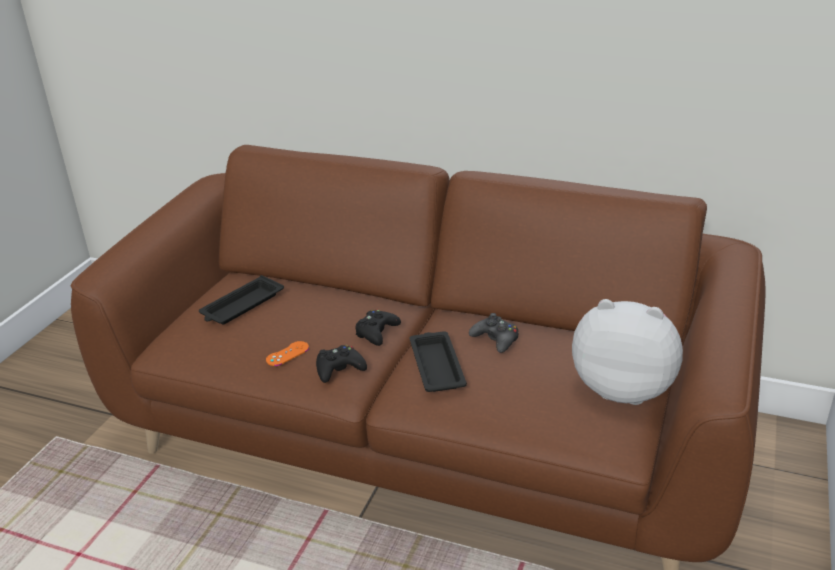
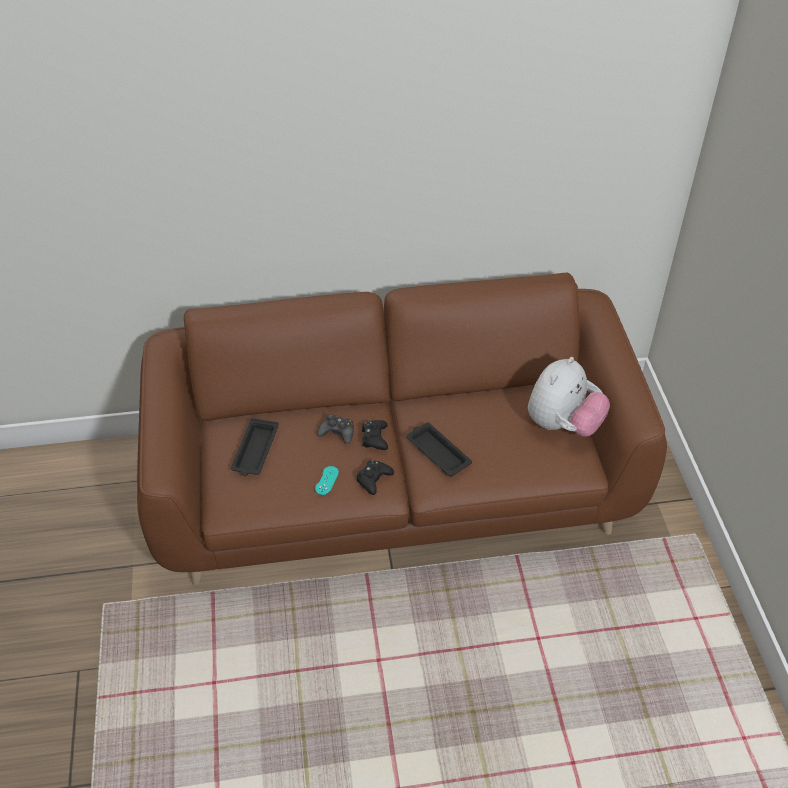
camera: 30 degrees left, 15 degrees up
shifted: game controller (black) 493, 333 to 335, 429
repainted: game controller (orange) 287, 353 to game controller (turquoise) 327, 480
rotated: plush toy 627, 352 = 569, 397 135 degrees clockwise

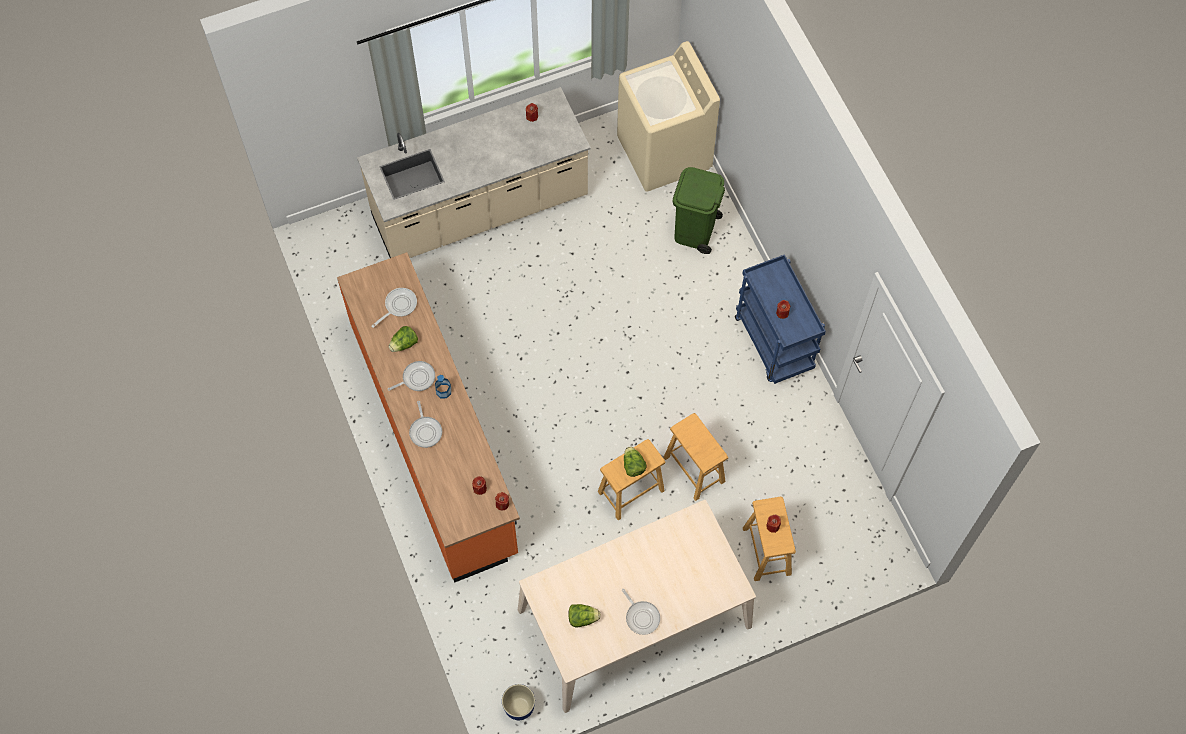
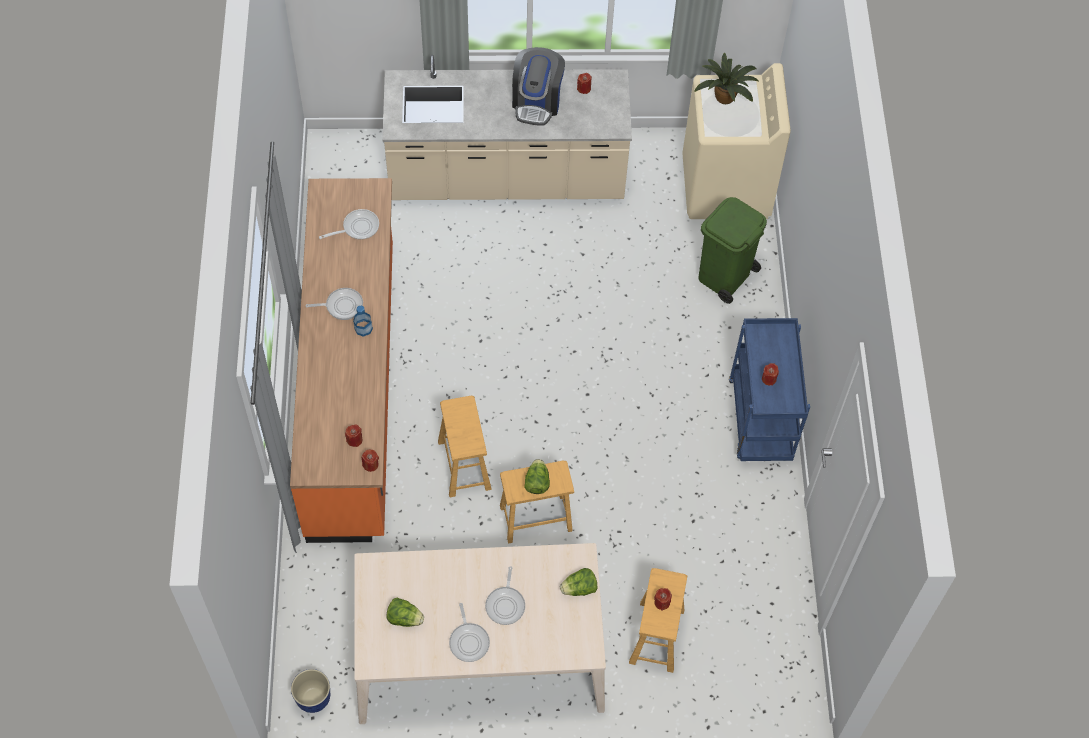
camera: 20 degrees right, 5 degrees down
new: coffee machine 538, 86; potted plant 726, 78
shifted: lettuce 403, 339 to 578, 582; frying pan 425, 424 to 505, 595; stool (brown) 695, 457 to 465, 446

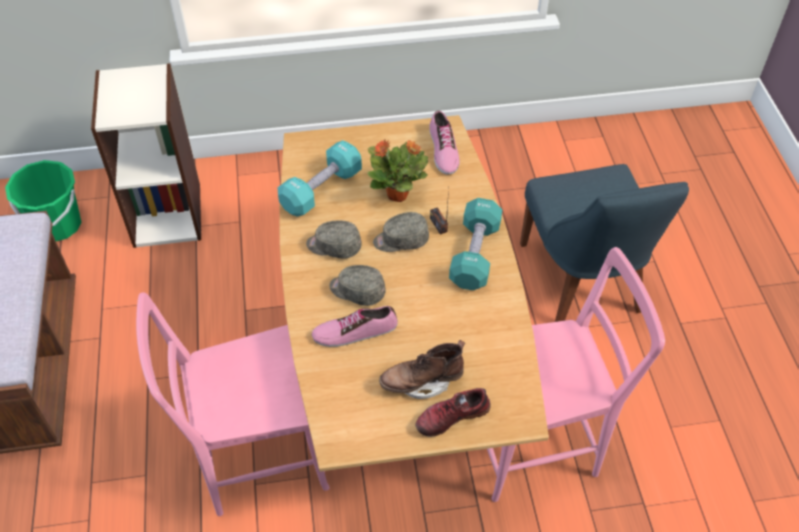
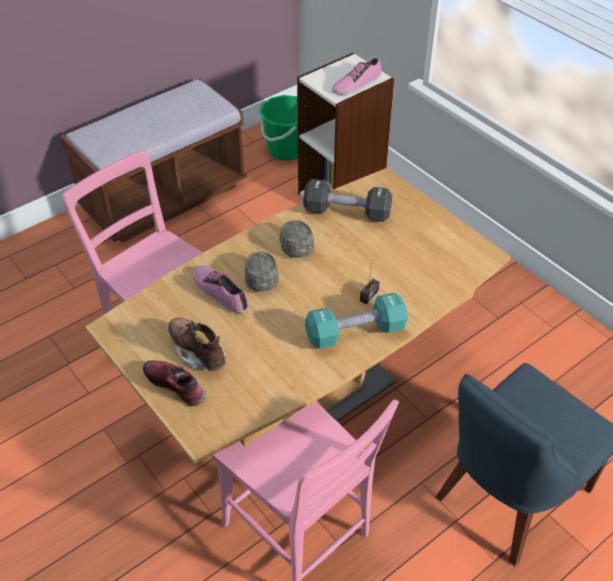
camera: 60 degrees right, 5 degrees down
gone: potted plant 397, 170; cap (grey) 401, 232
shifted: shoe 444, 143 to 357, 76
repainted: dumbbell (turquoise) 320, 178 to dumbbell (black) 347, 200

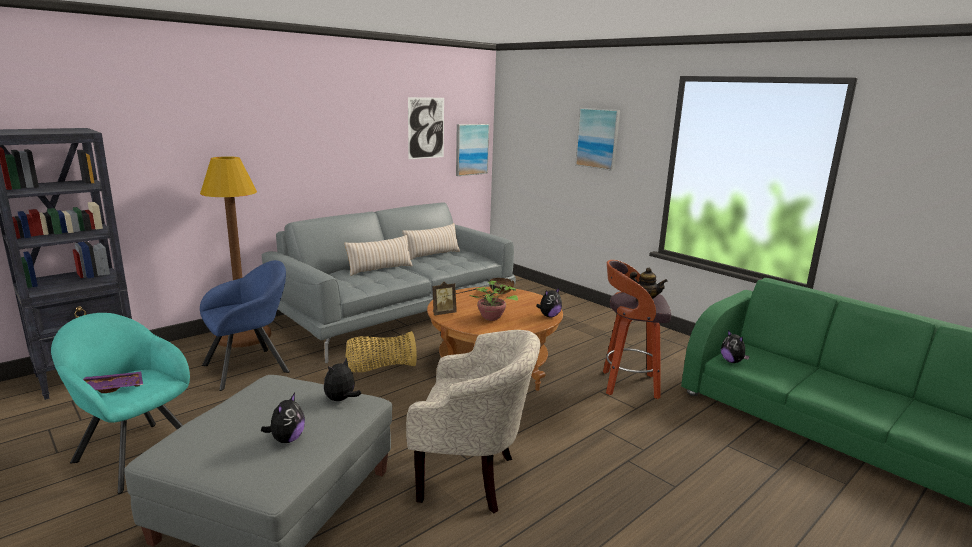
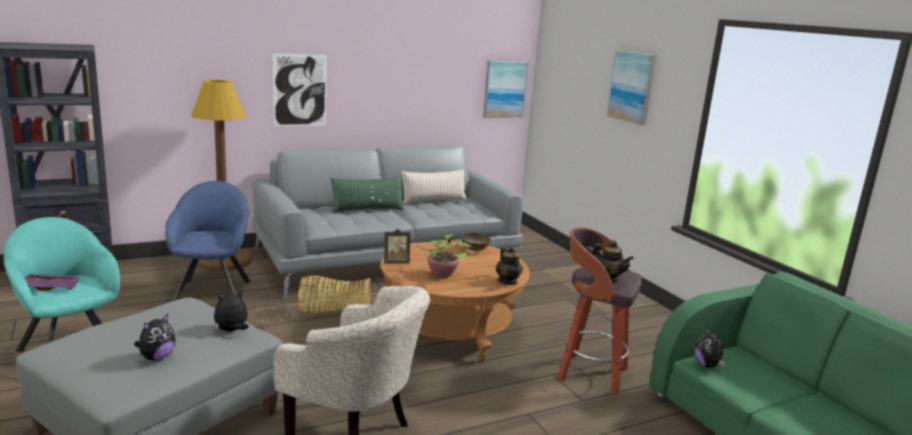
camera: 15 degrees right, 0 degrees up
shifted: picture 426, 128 to 300, 90
swapped: plush toy 549, 302 to teapot 509, 265
repainted: pillow (beige) 378, 255 to pillow (green) 367, 194
rotated: armchair (blue) 245, 325 = 208, 241 75 degrees counterclockwise

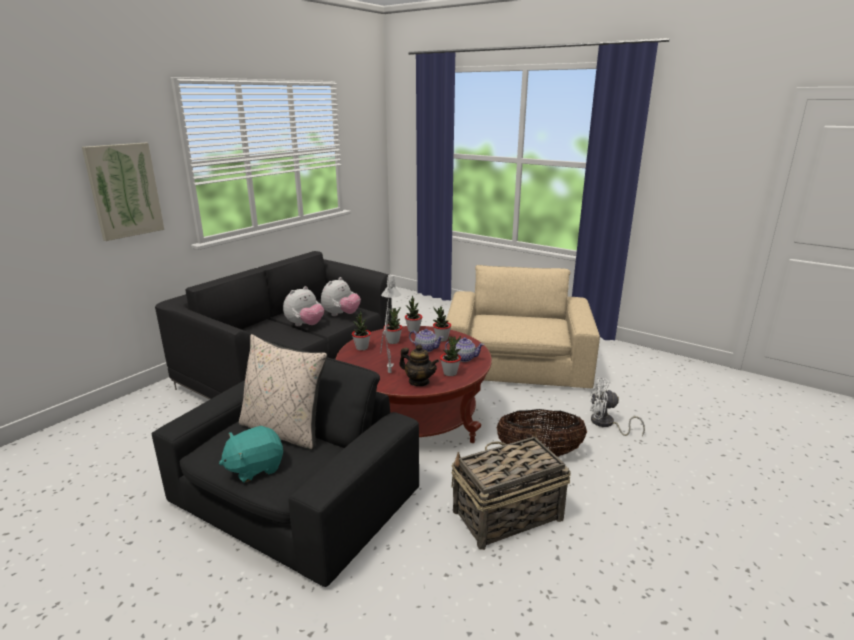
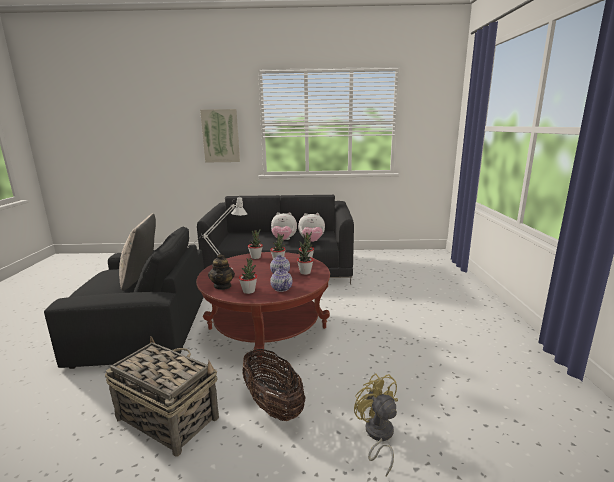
camera: 55 degrees right, 5 degrees down
gone: plush toy (turquoise) 251, 454; armchair (beige) 523, 326
repainted: fan (white) 617, 406 to fan (yellow) 376, 425

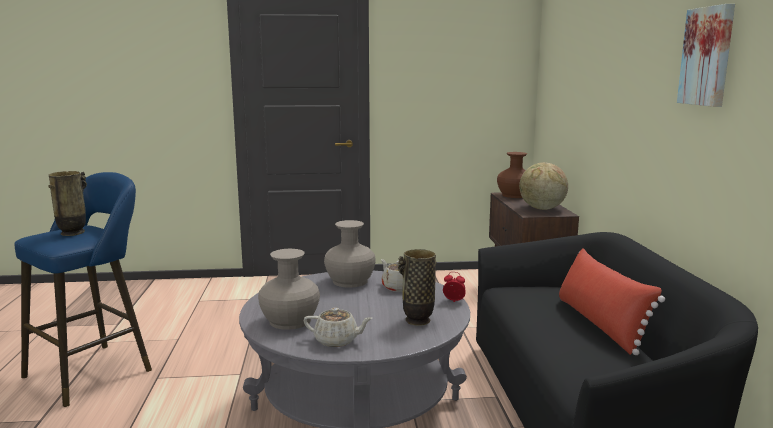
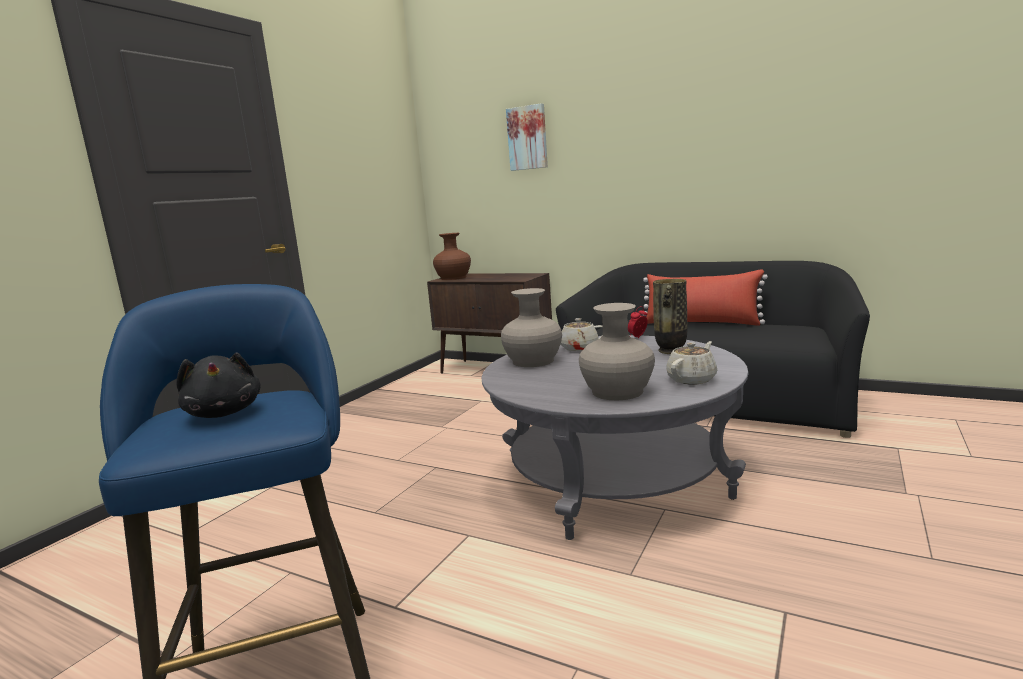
camera: 55 degrees left, 0 degrees up
gone: globe 543, 186
shifted: picture 706, 55 to 527, 137
swapped: vase 67, 203 to plush toy (black) 218, 385

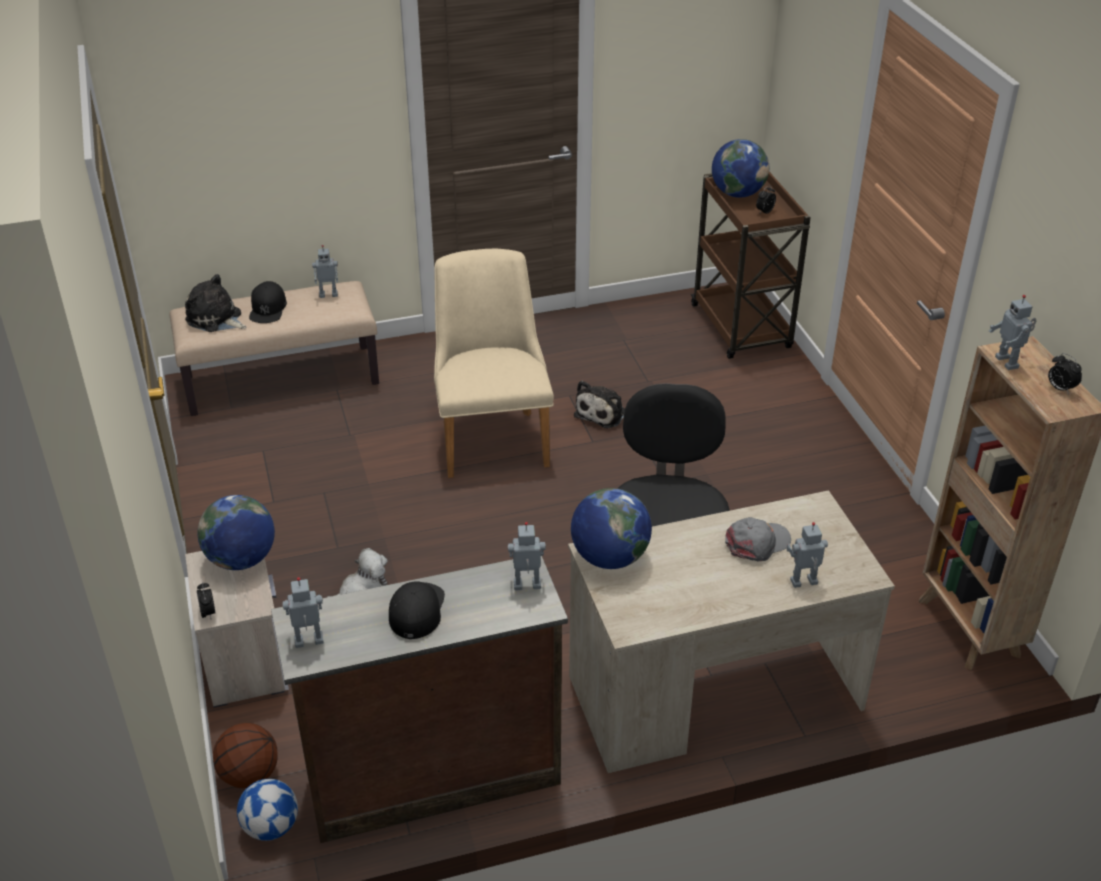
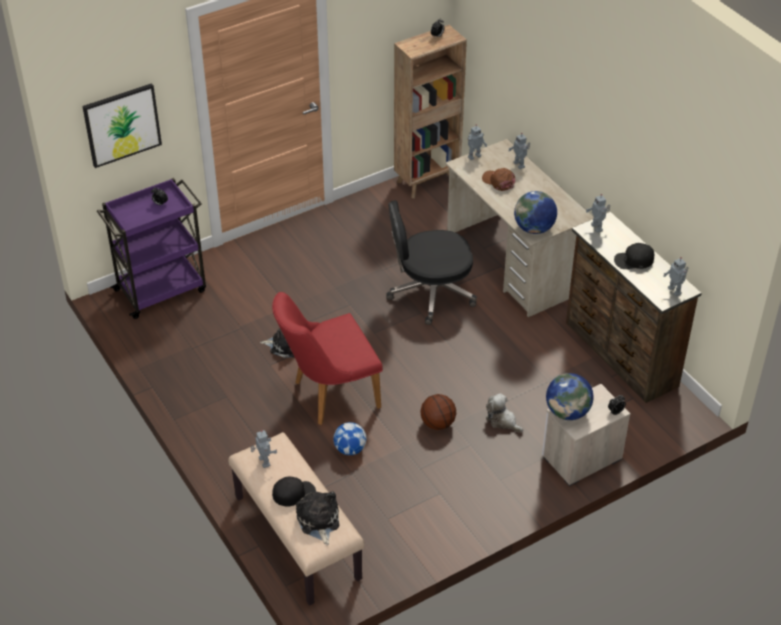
camera: 105 degrees left, 5 degrees up
gone: globe 740, 168
new: picture 122, 125
shifted: basketball 245, 755 to 438, 412; football 267, 810 to 350, 438; toy robot 1012, 332 to 477, 142
repainted: chair (beige) 494, 363 to chair (red) 327, 358; cart (brown) 751, 265 to cart (purple) 151, 248; cap (grey) 758, 539 to cap (brown) 498, 179
rotated: plush toy 215, 303 = 317, 518 150 degrees clockwise

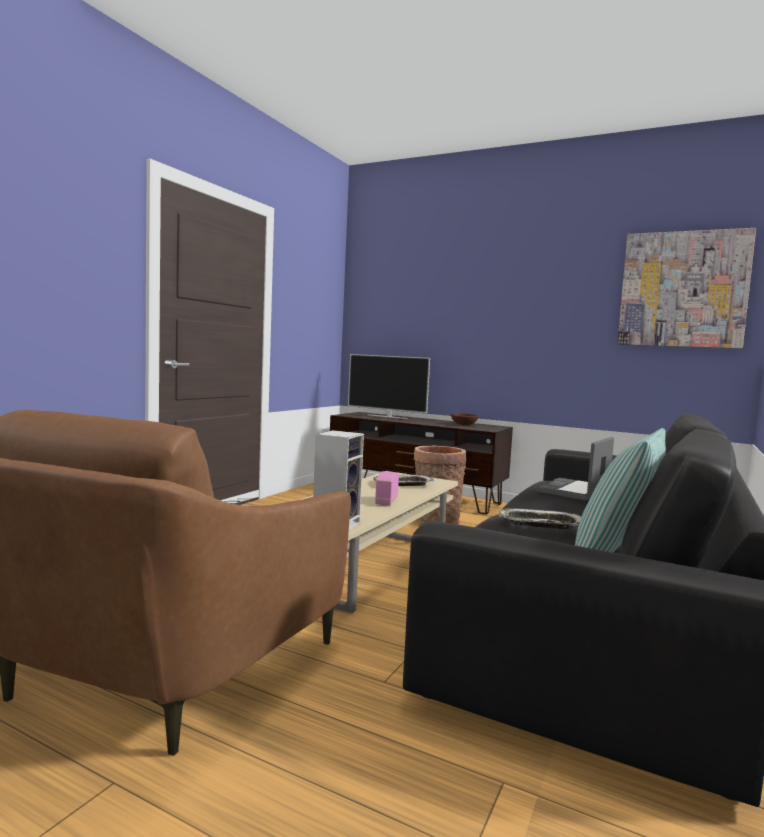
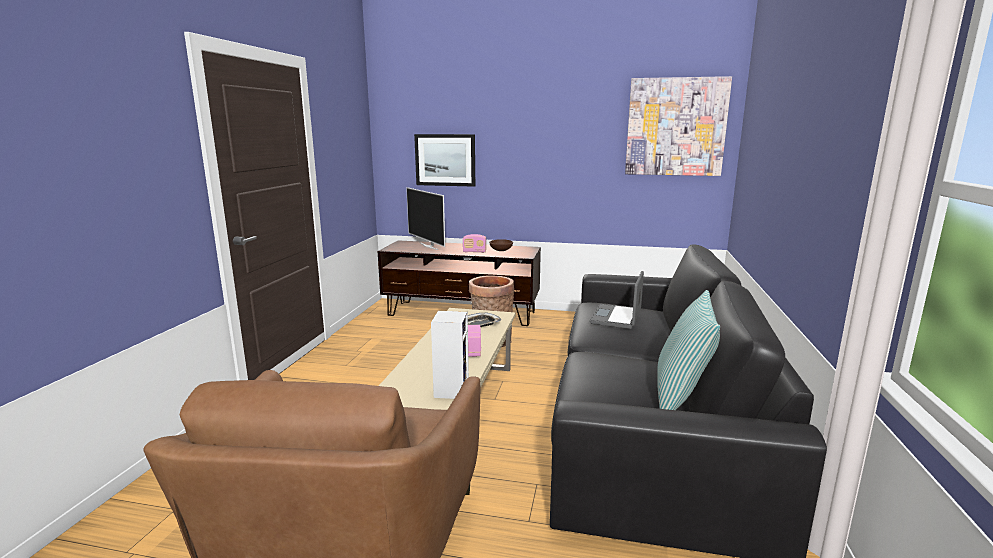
camera: 15 degrees left, 10 degrees up
gone: tray 540, 519
new: picture 444, 160; radio 474, 243
rotated: television 389, 386 = 425, 218 45 degrees clockwise

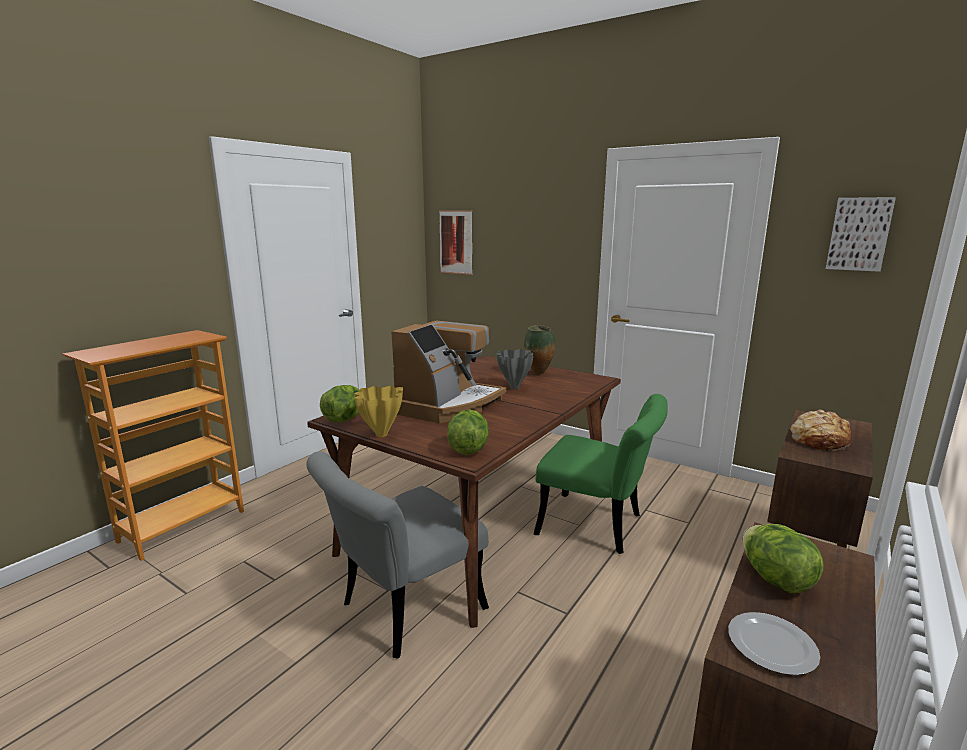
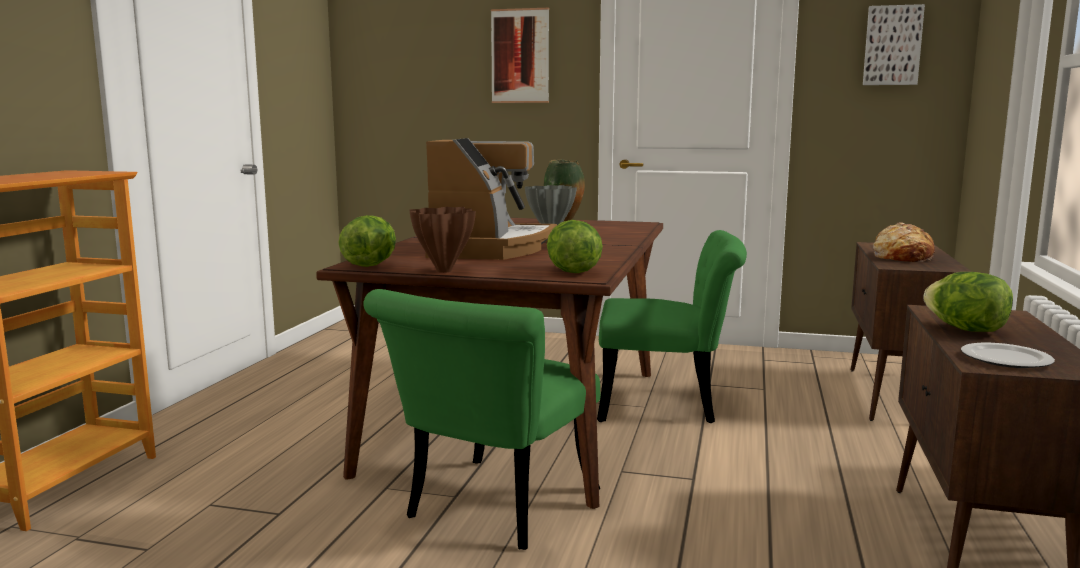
camera: 20 degrees left, 5 degrees down
shifted: picture 456, 242 to 520, 55
repainted: chair (grey) 397, 555 to chair (green) 481, 419; vase (yellow) 378, 411 to vase (brown) 442, 240

